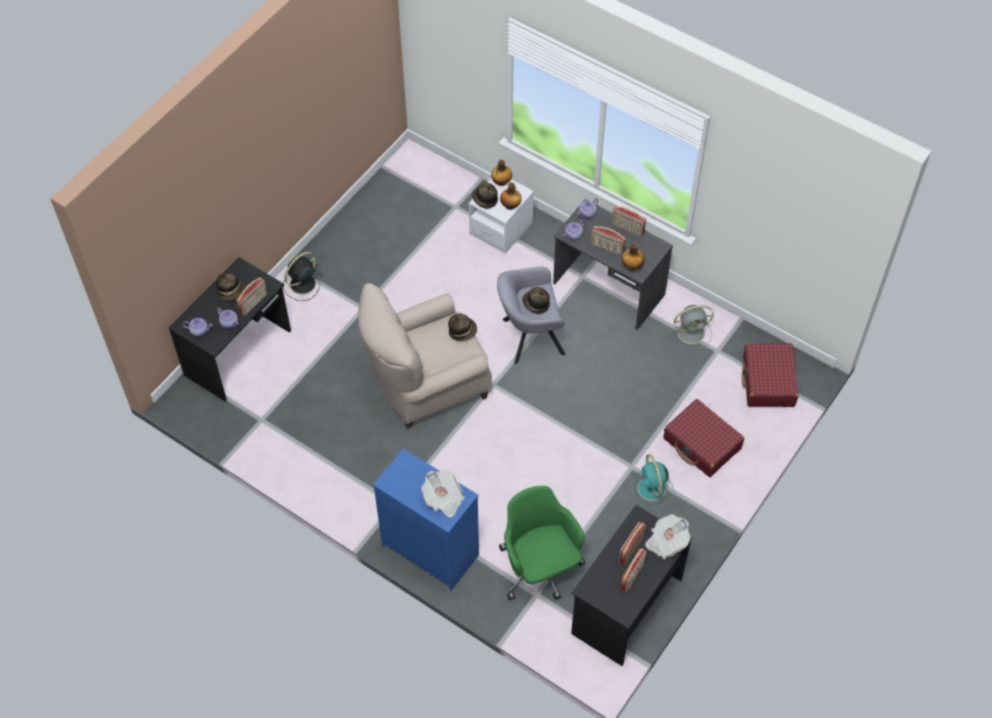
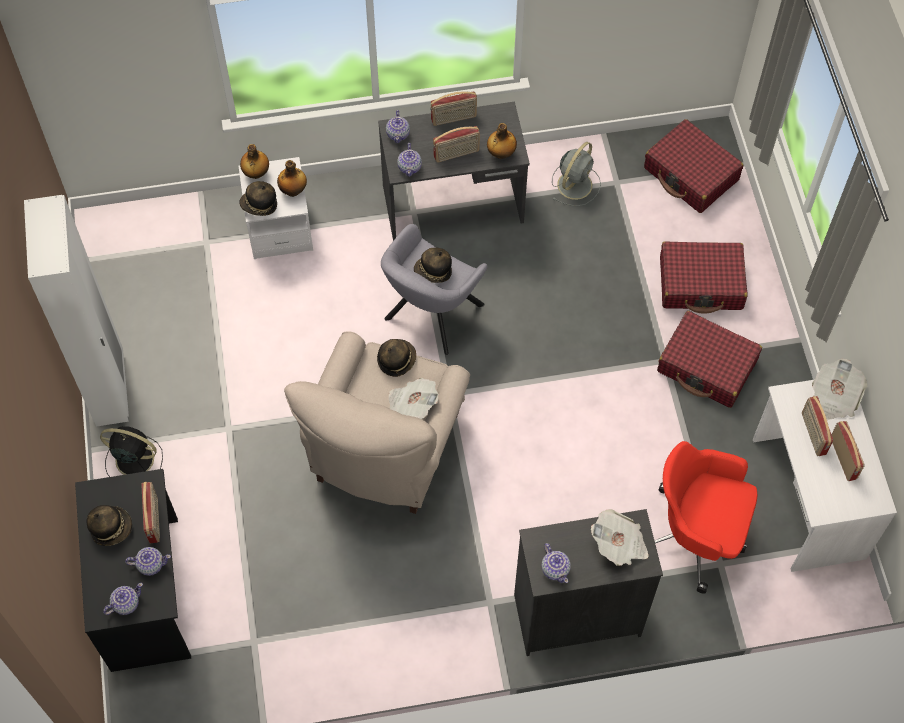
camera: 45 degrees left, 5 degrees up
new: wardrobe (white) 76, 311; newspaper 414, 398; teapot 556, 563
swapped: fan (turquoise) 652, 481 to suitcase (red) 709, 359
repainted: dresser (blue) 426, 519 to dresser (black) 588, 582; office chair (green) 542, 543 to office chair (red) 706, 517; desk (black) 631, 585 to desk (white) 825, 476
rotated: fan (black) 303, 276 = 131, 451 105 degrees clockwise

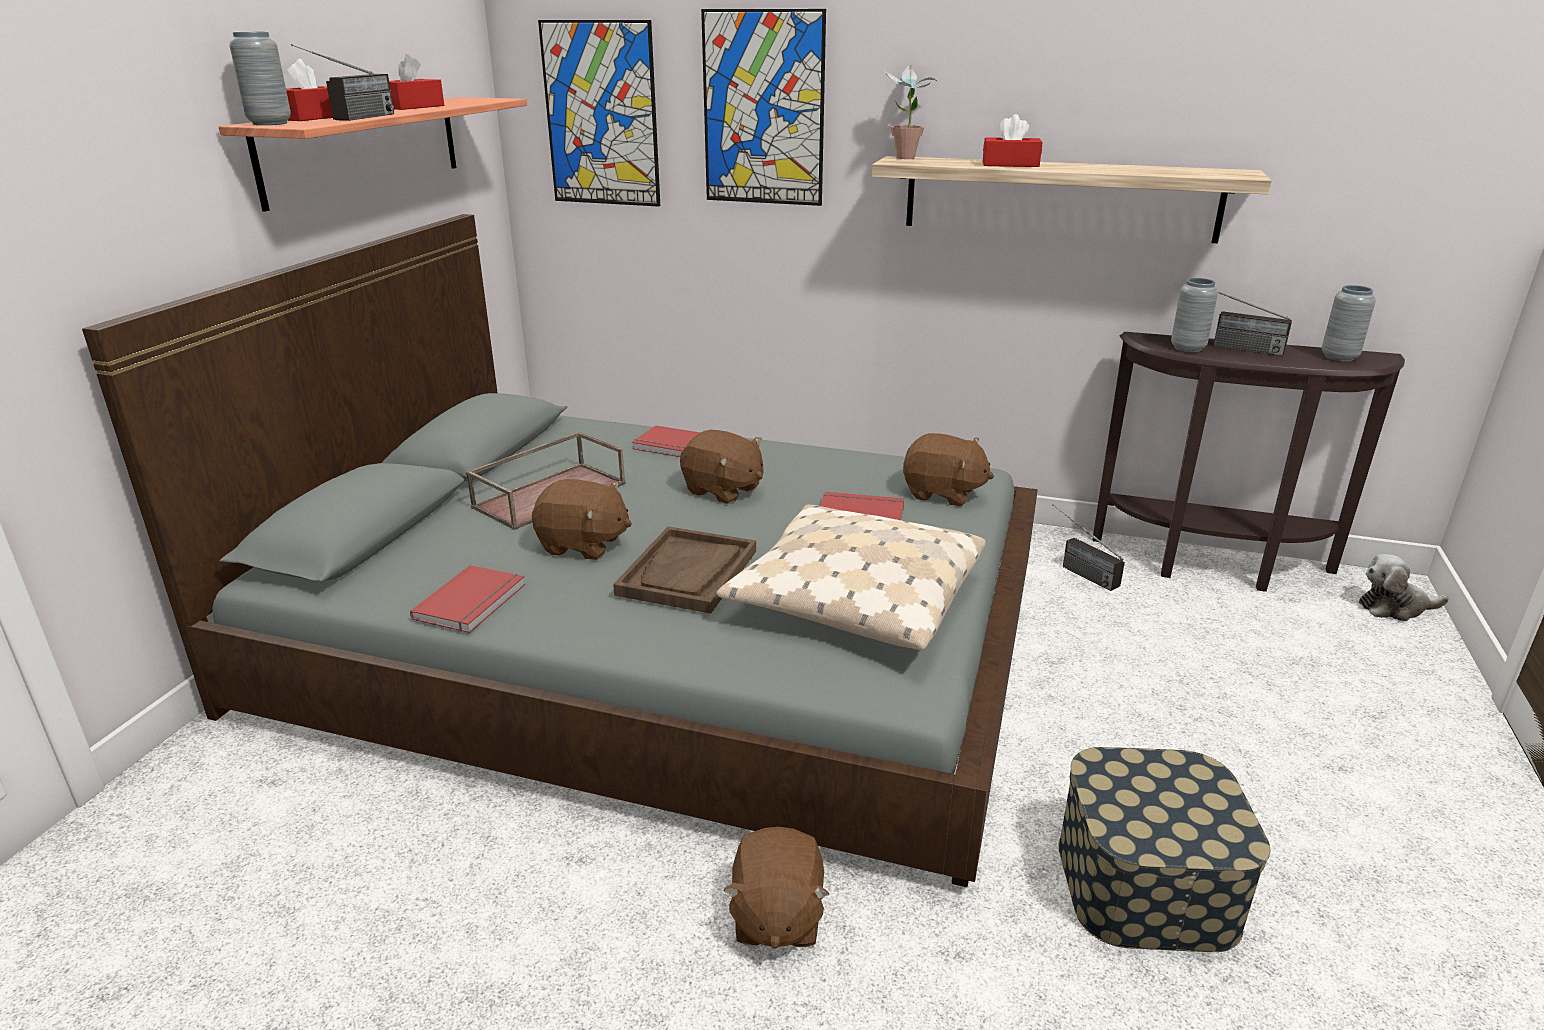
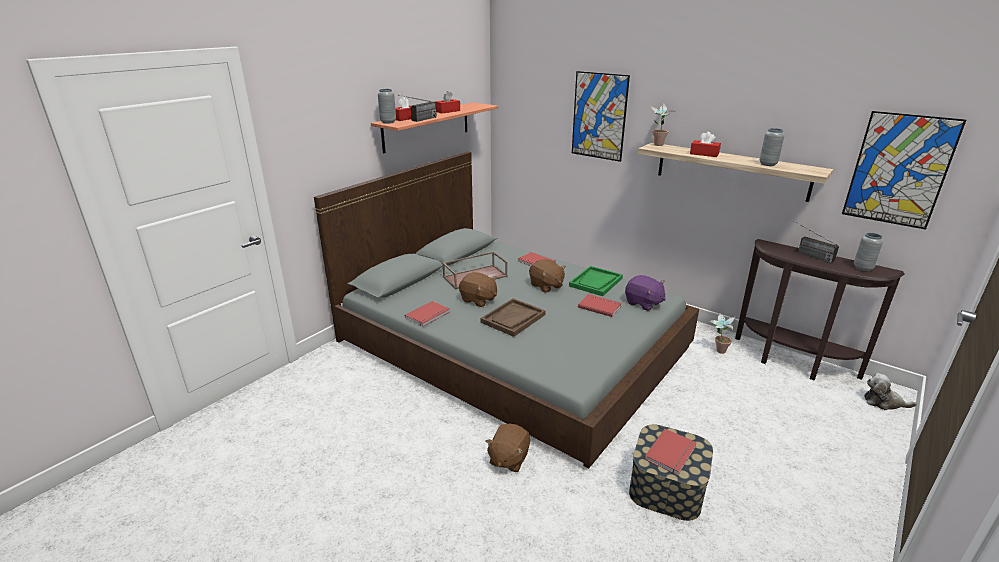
camera: 20 degrees right, 0 degrees up
gone: pillow (beige) 851, 577
new: tray (green) 596, 281; book (red) 670, 452
shifted: picture 599, 113 to 904, 170; vase (grey) 1194, 315 to 772, 147
swapped: radio 1088, 547 to potted plant 722, 333
repainted: plush toy (brown) 948, 469 to plush toy (purple) 645, 293

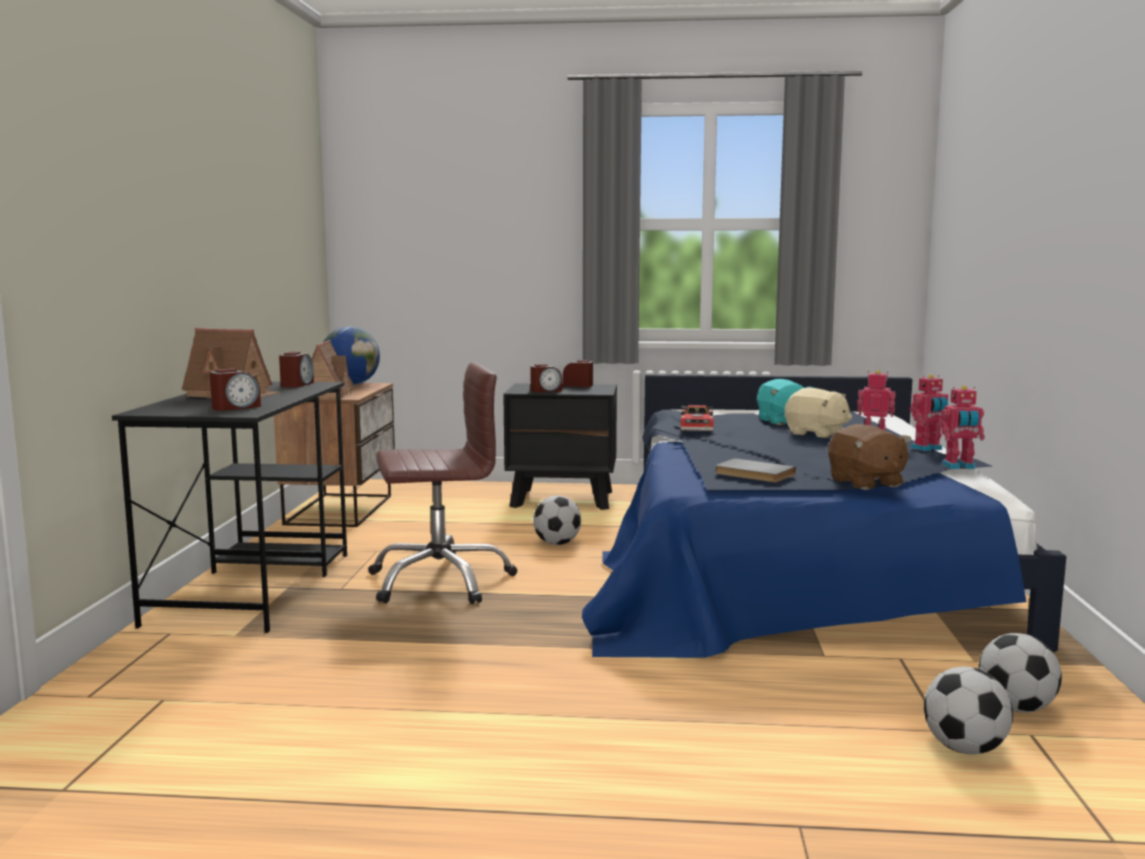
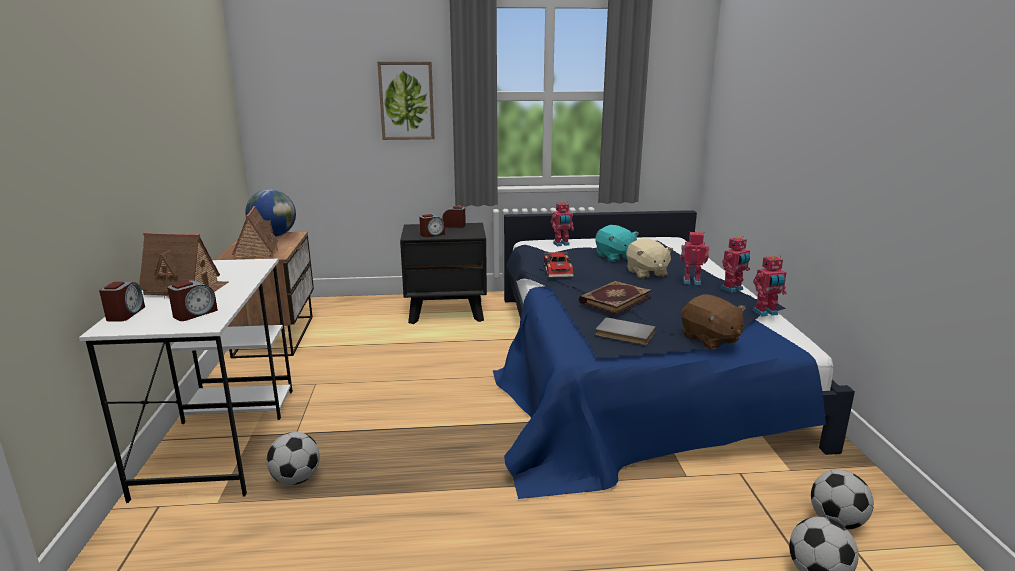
camera: 10 degrees left, 10 degrees up
gone: office chair (brown) 443, 483
new: picture 406, 101; toy robot 562, 223; book 615, 298
shifted: alarm clock 296, 370 to 122, 302; football 557, 520 to 293, 458
repainted: desk (black) 229, 507 to desk (white) 186, 381
rotated: plush toy (beige) 818, 413 = 649, 258 45 degrees clockwise

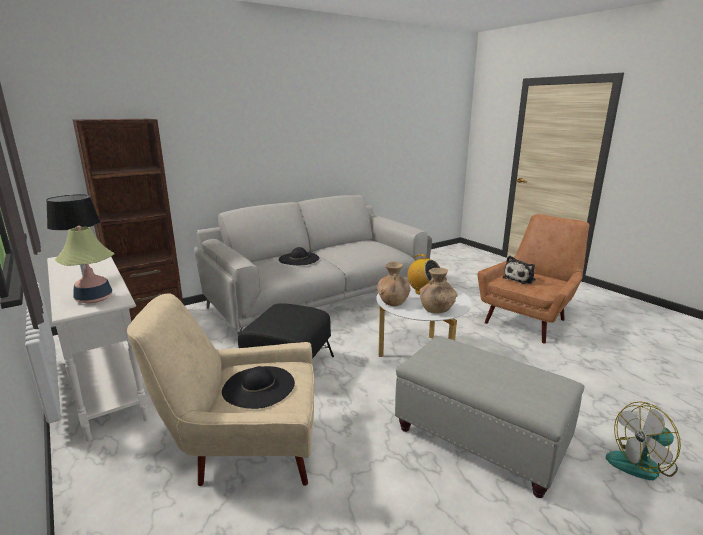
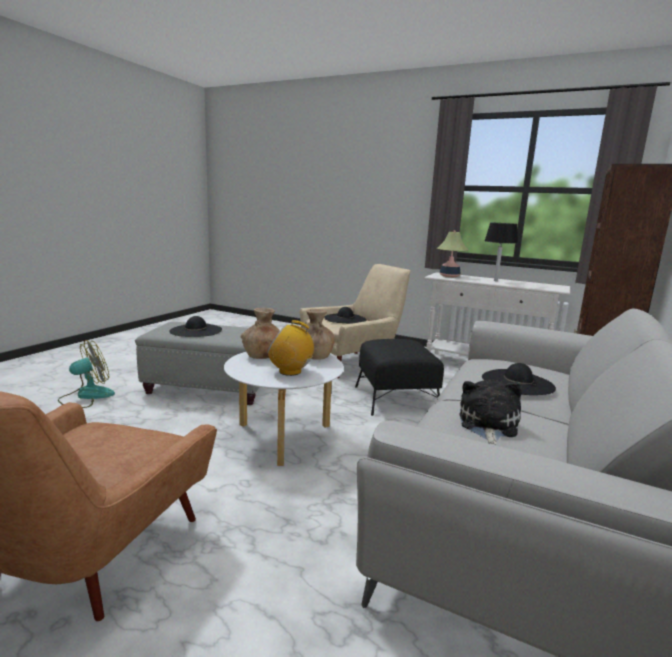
camera: 150 degrees right, 5 degrees down
new: hat (black) 195, 326
shifted: plush toy 519, 270 to 490, 412

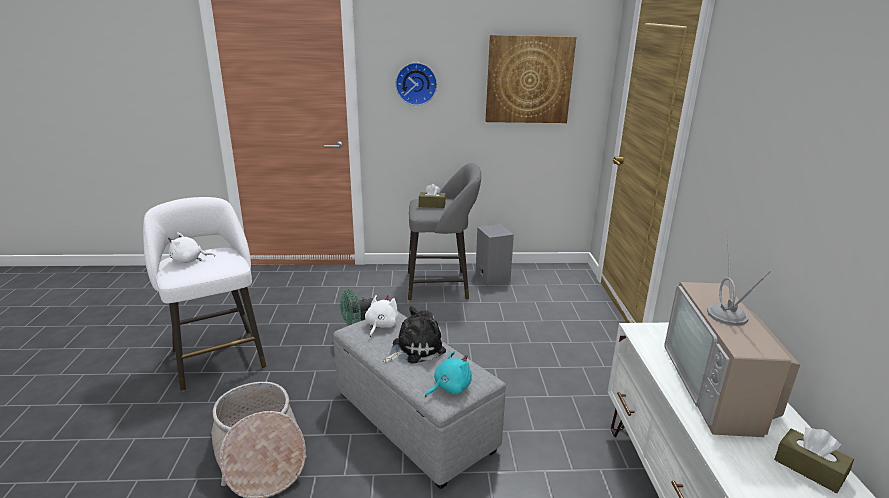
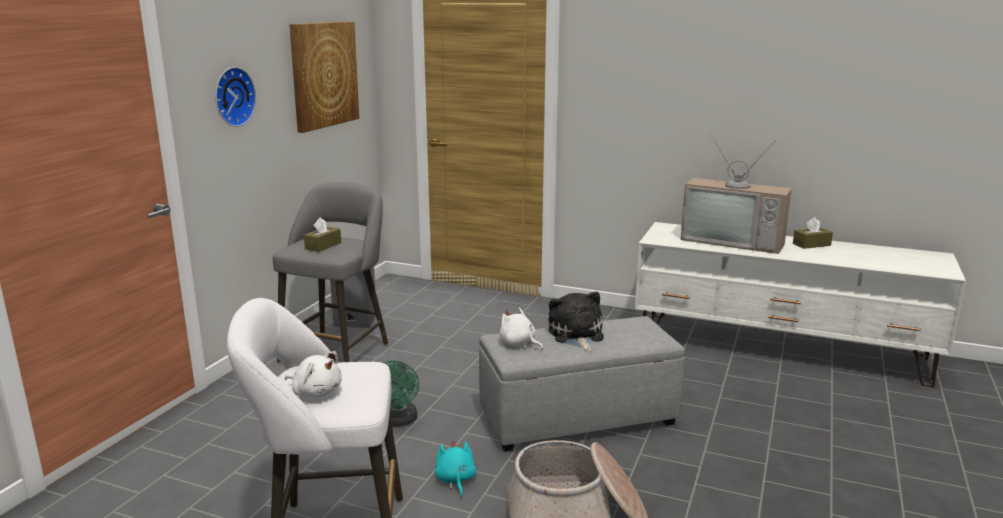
camera: 65 degrees left, 5 degrees down
shifted: plush toy (turquoise) 448, 374 to 455, 468
rotated: plush toy (white) 191, 248 = 313, 374 75 degrees counterclockwise

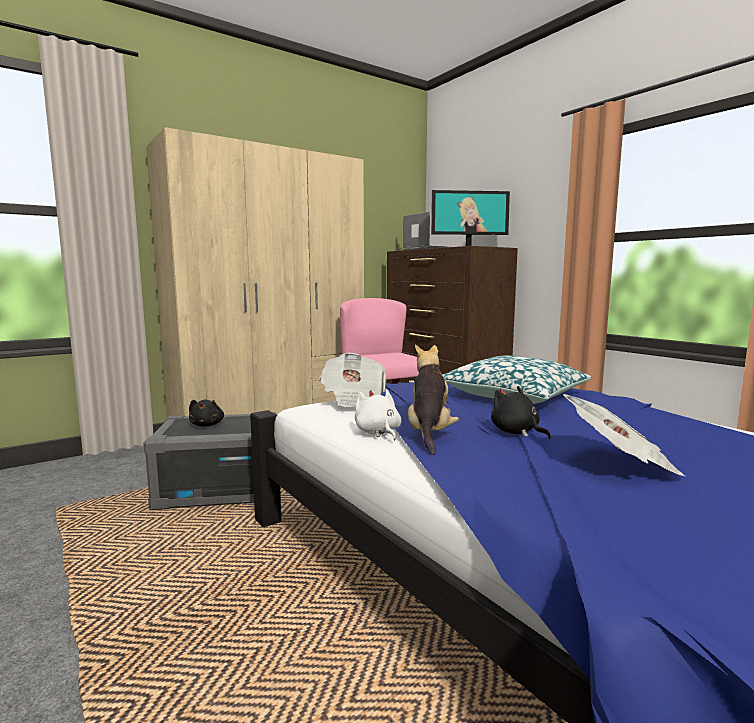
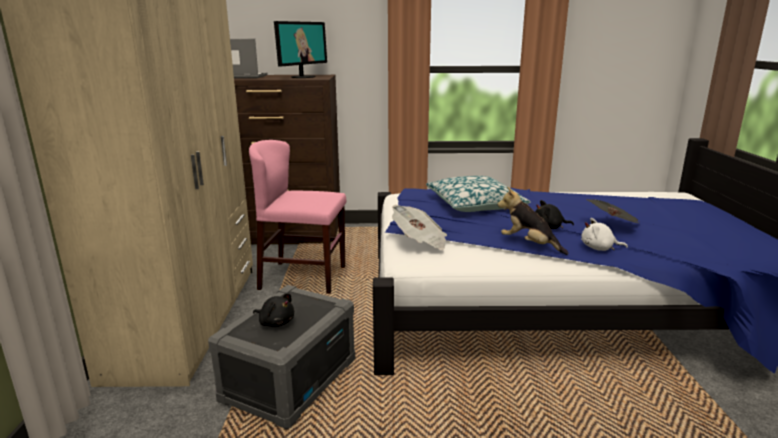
camera: 55 degrees left, 10 degrees up
shifted: plush toy (white) 378, 414 to 604, 234

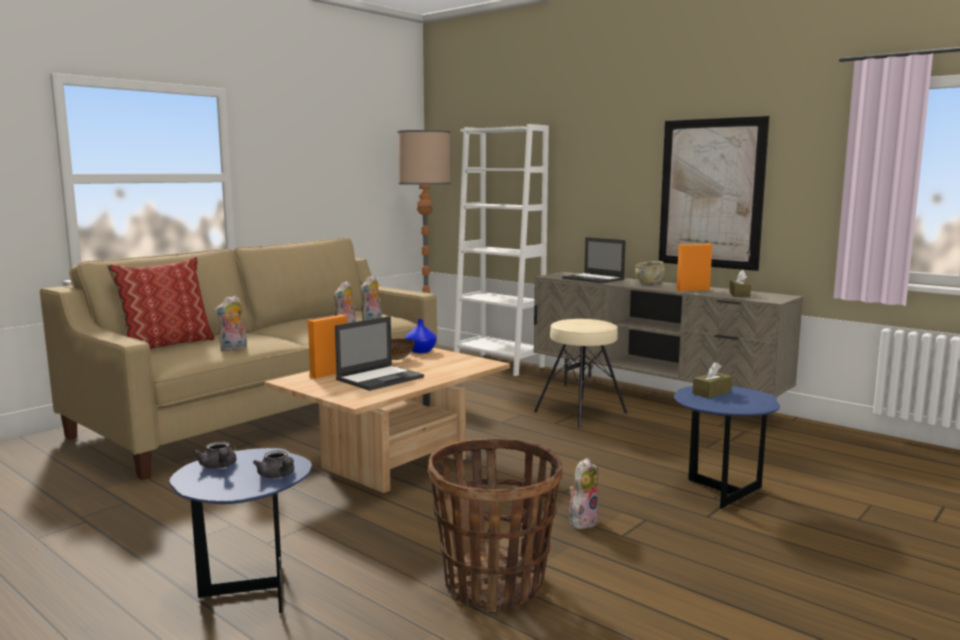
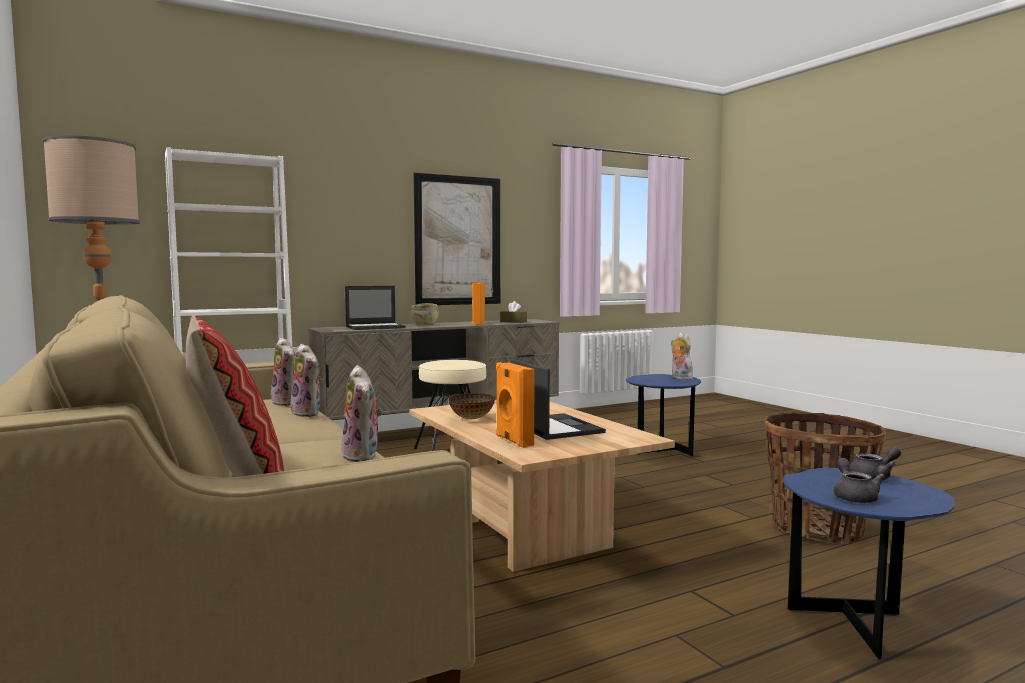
camera: 70 degrees left, 5 degrees down
gone: vase (blue) 421, 336; tissue box (brown) 712, 380
shifted: plush toy 583, 493 to 682, 356
rotated: teapot (grey) 214, 455 = 859, 480 75 degrees counterclockwise

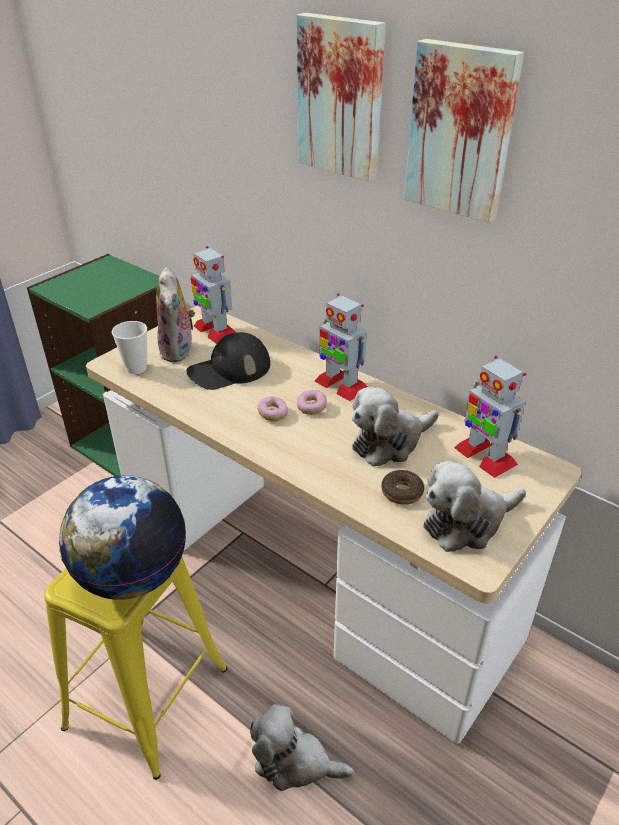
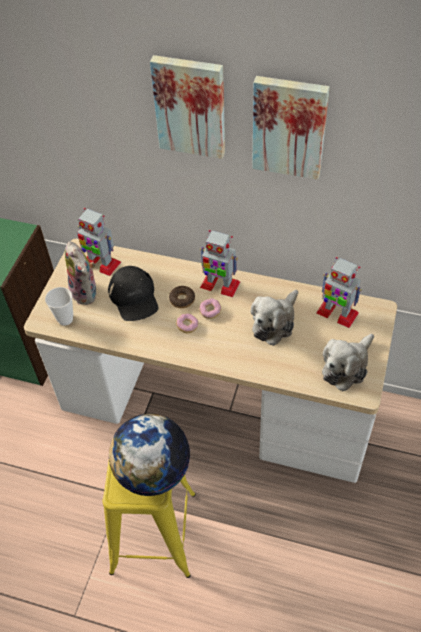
camera: 20 degrees left, 15 degrees up
gone: plush toy 302, 747
shifted: donut 402, 487 to 182, 297
rotated: cap (black) 228, 361 = 133, 293 60 degrees counterclockwise

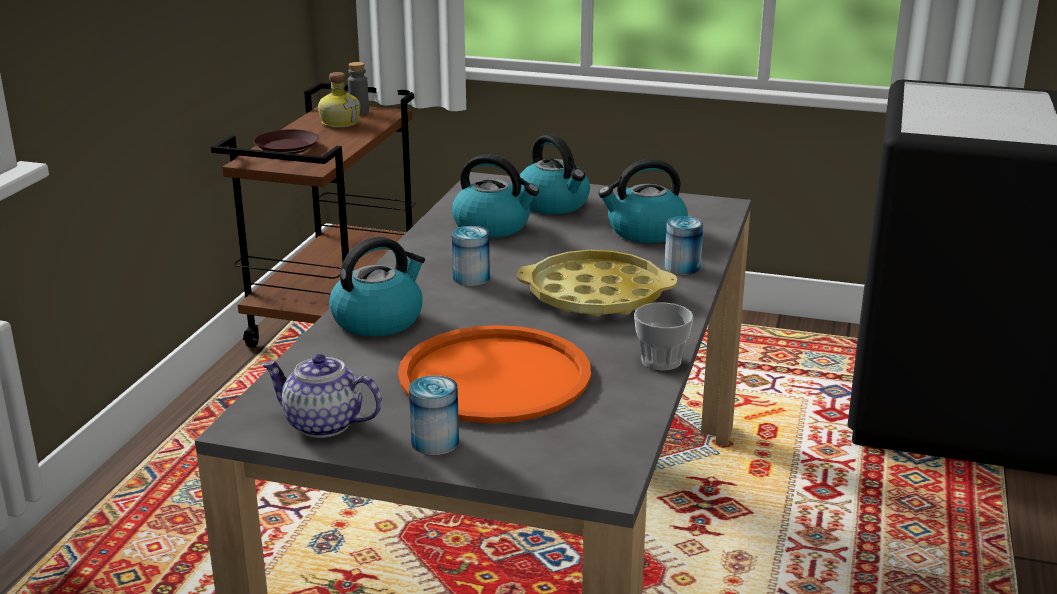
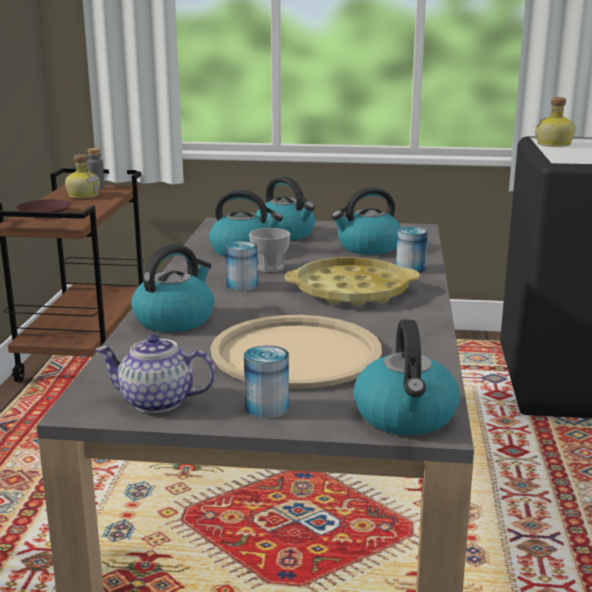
camera: 10 degrees left, 5 degrees down
new: kettle 407, 377; bottle 556, 122
shifted: cup 664, 336 to 270, 250
repainted: tray (orange) 494, 374 to tray (beige) 296, 352

